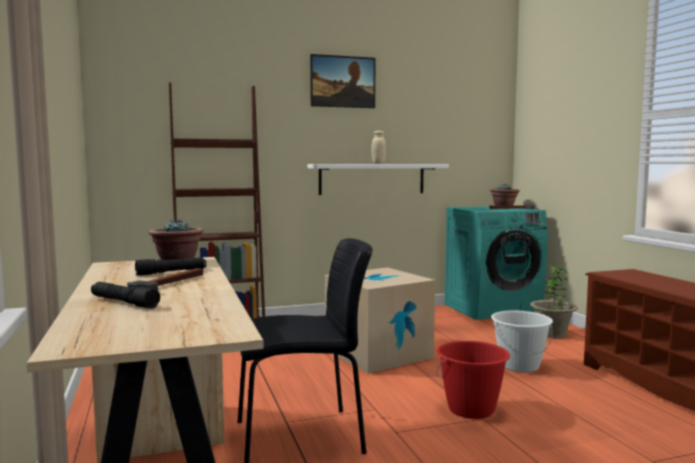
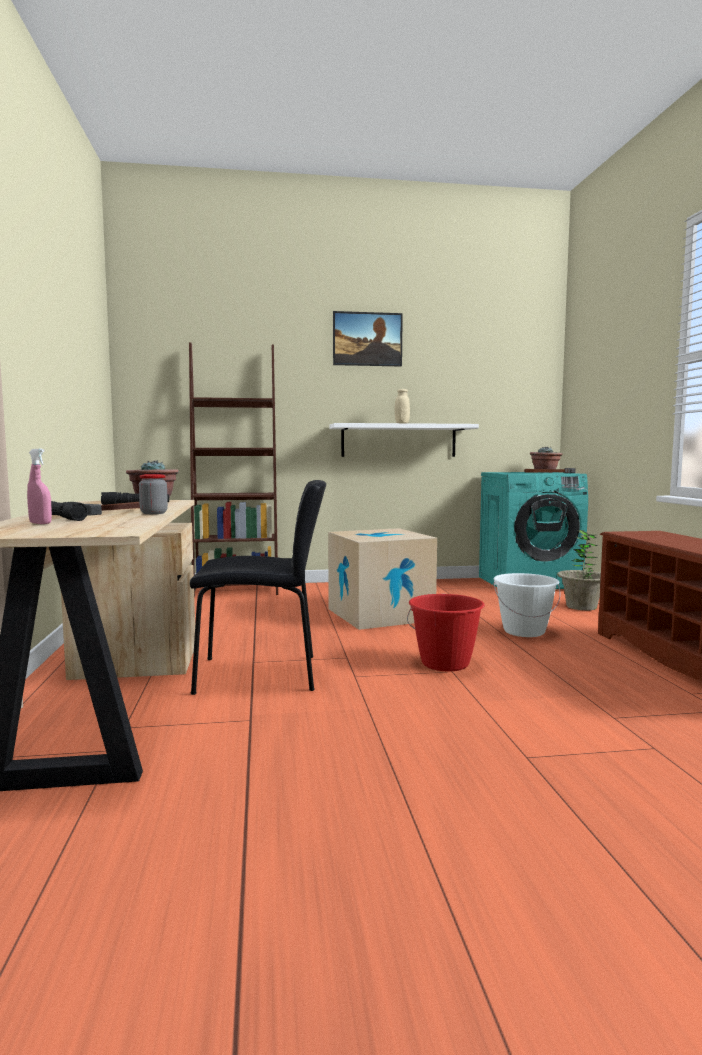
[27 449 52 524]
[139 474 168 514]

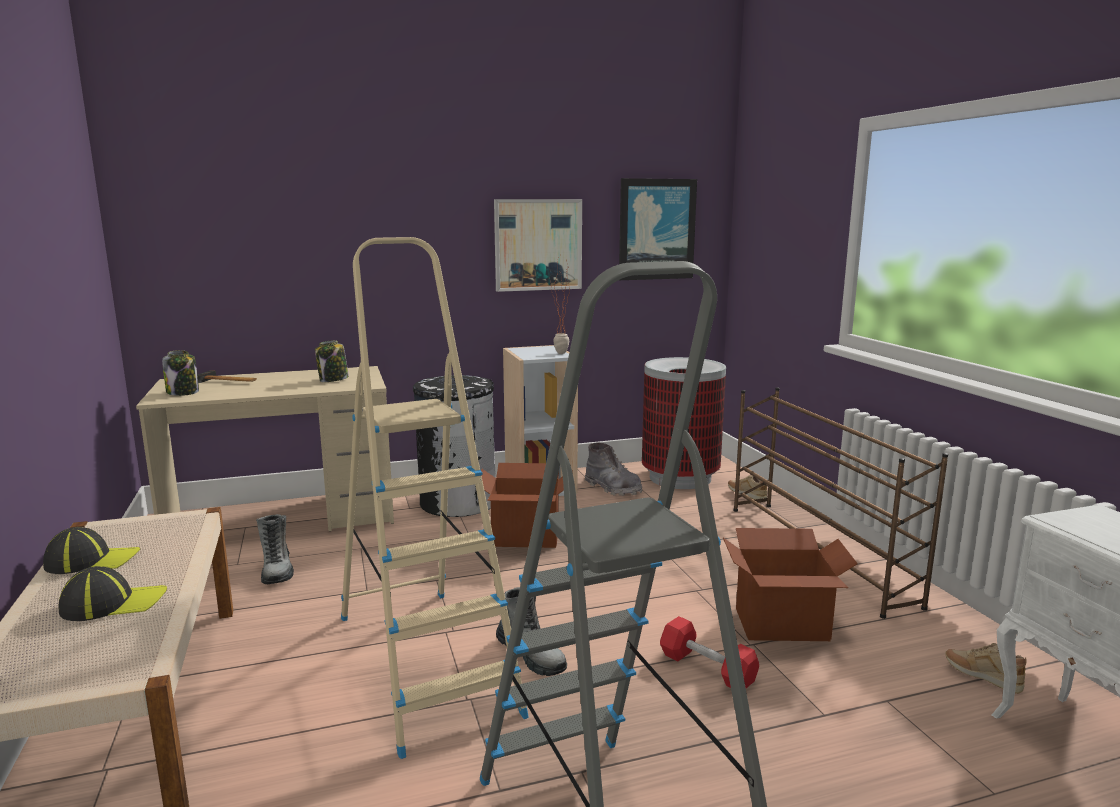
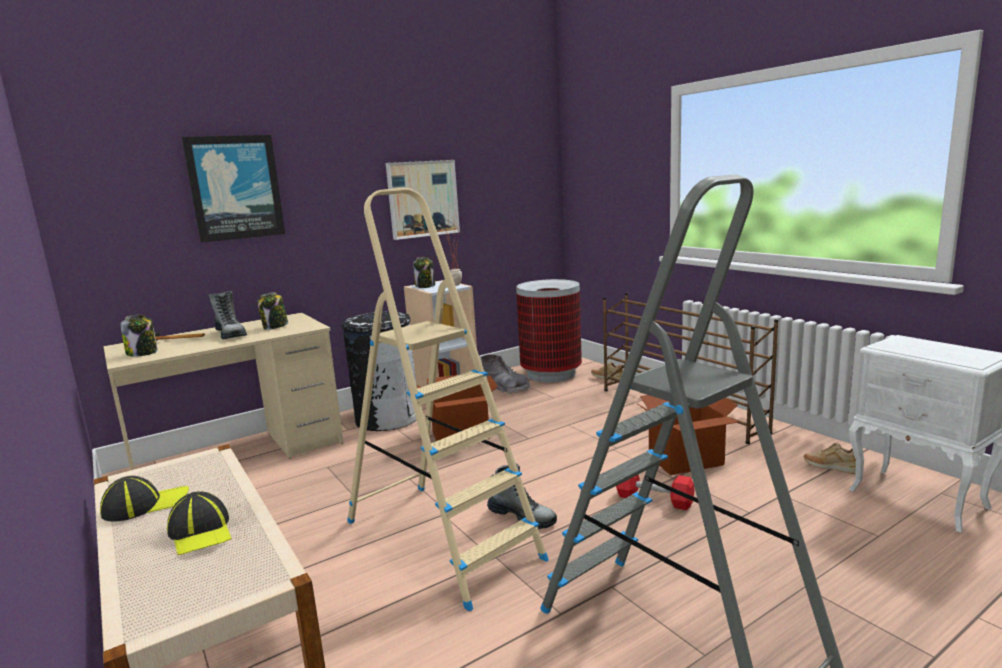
[182 135 285 243]
[208 291 247 340]
[167 491 232 555]
[413 257 435 288]

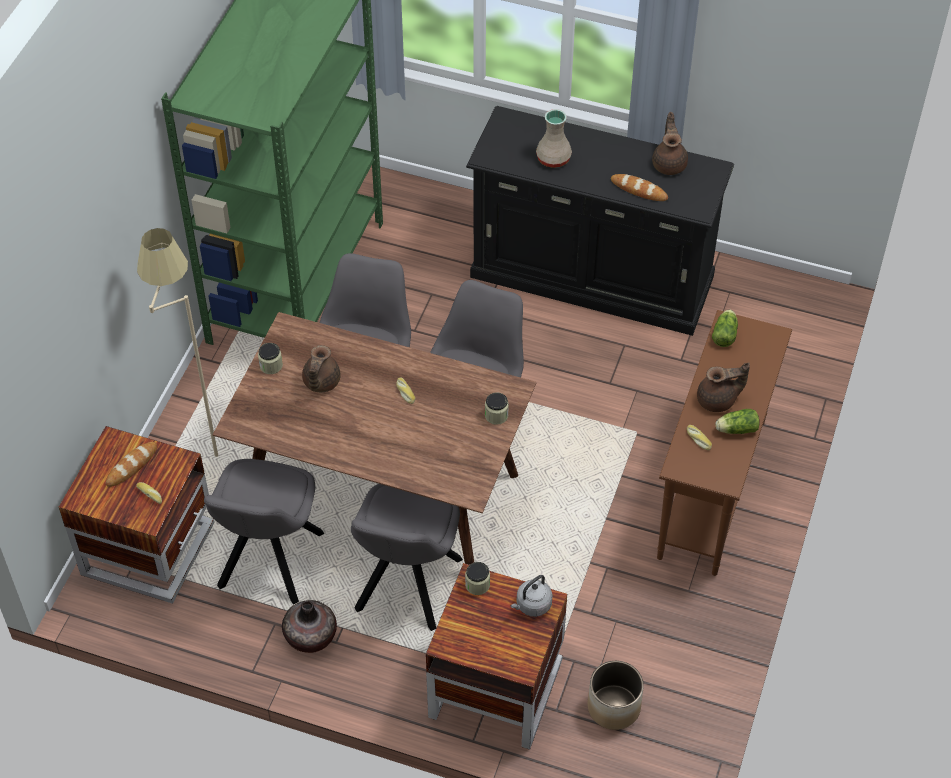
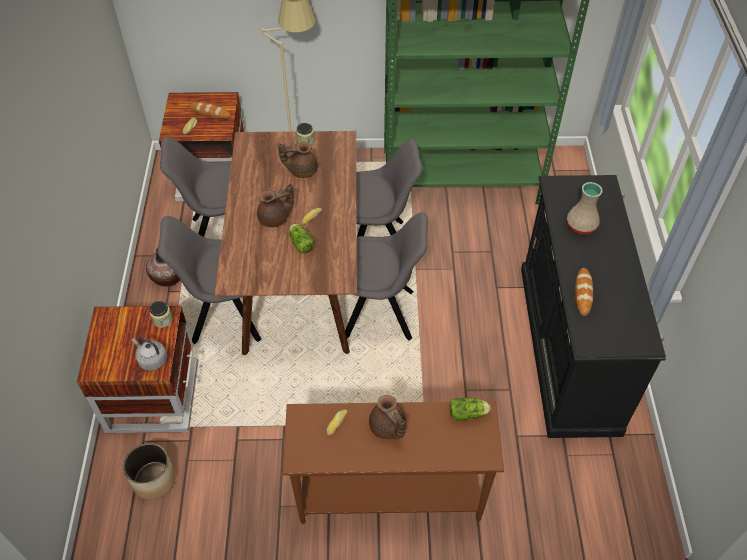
[257 183 294 227]
[485 392 509 425] (first image)
[289 224 314 254]

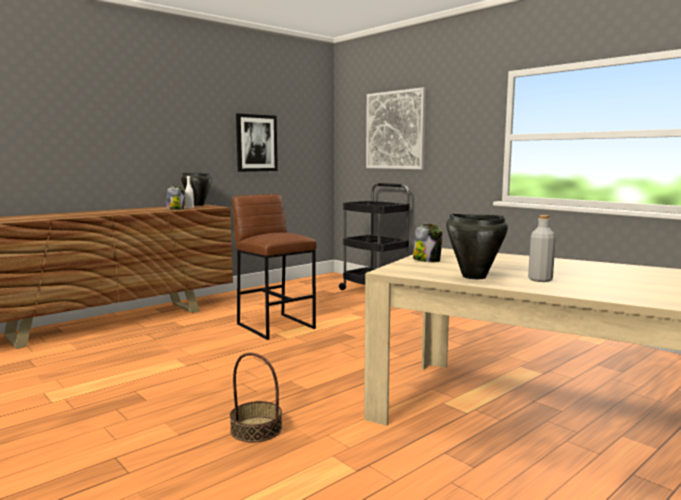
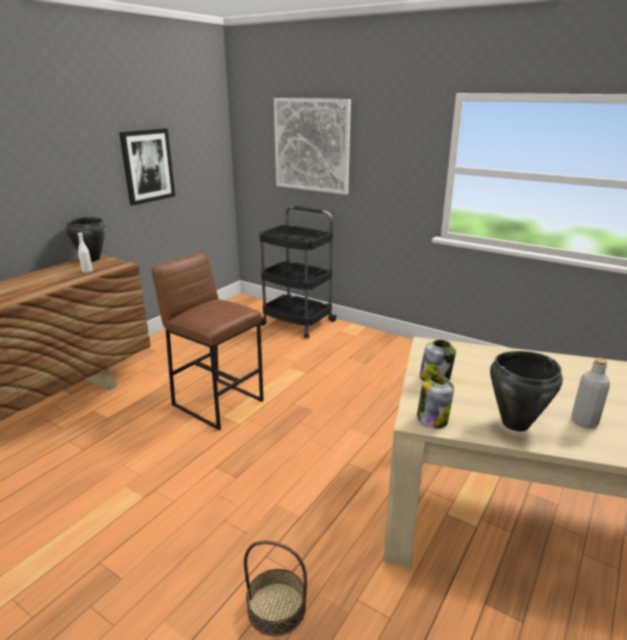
[417 374 454 428]

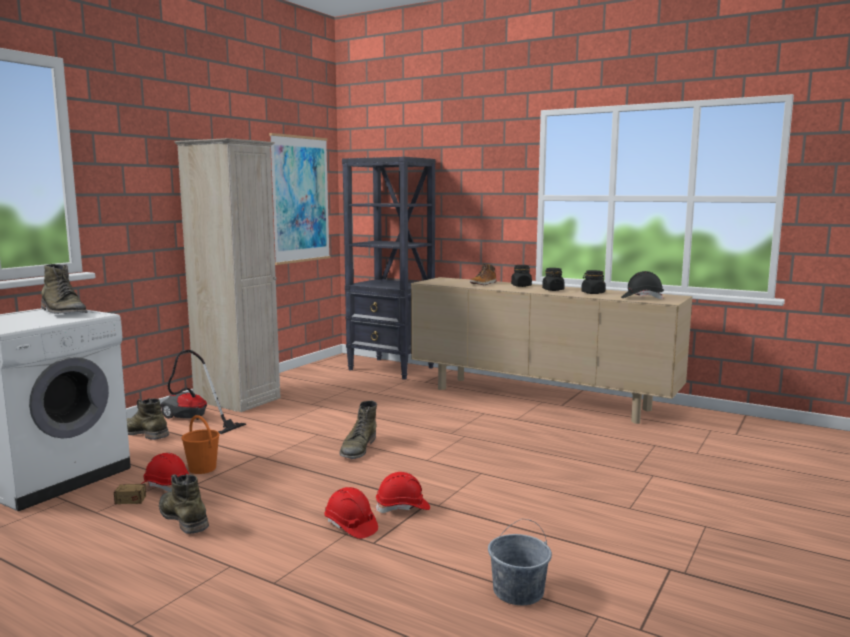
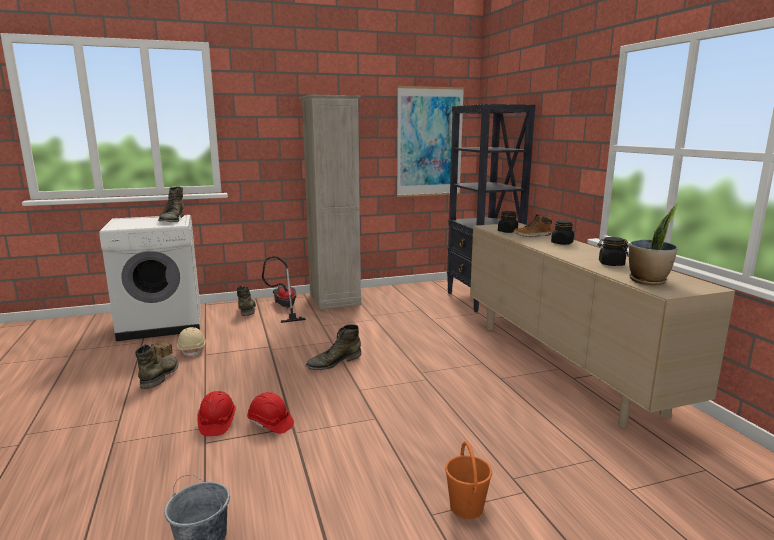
[498 211 518 233]
[629 203 679 285]
[445 441 492 519]
[177 327 206 357]

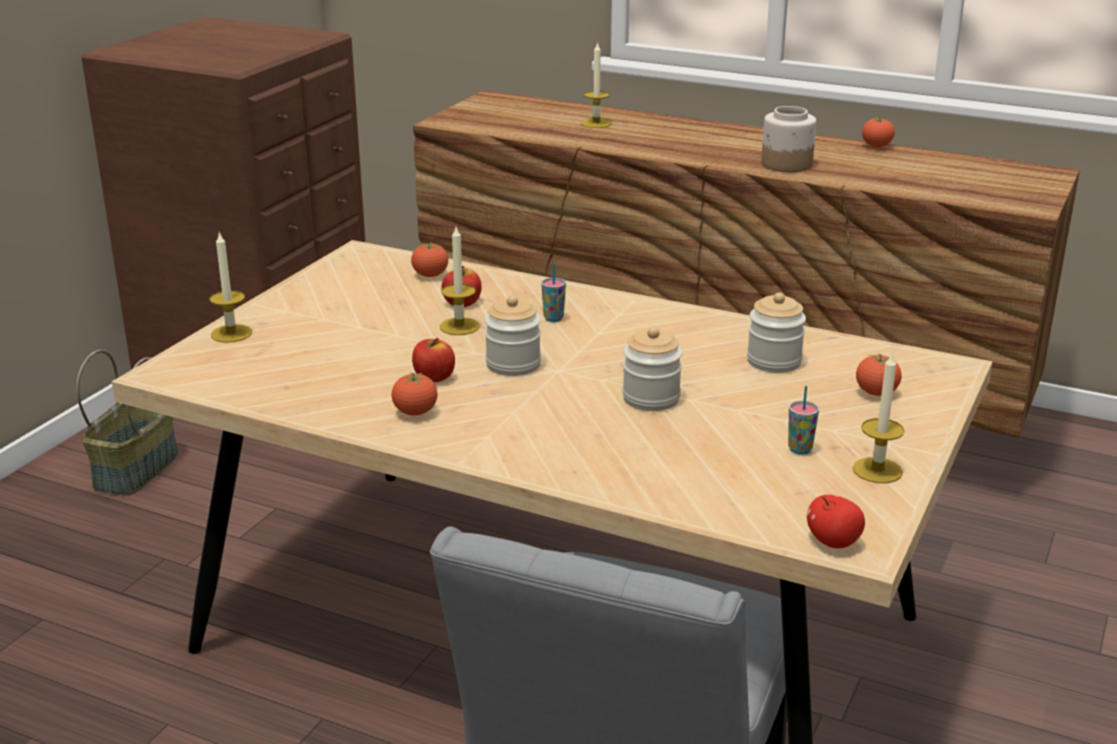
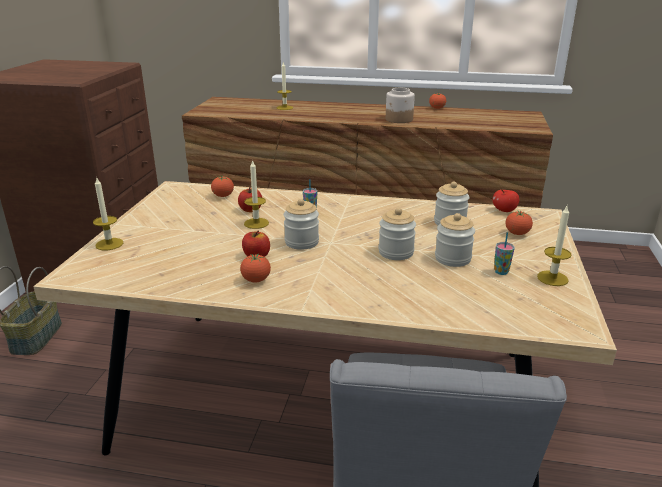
[493 189 519 212]
[435 213 475 267]

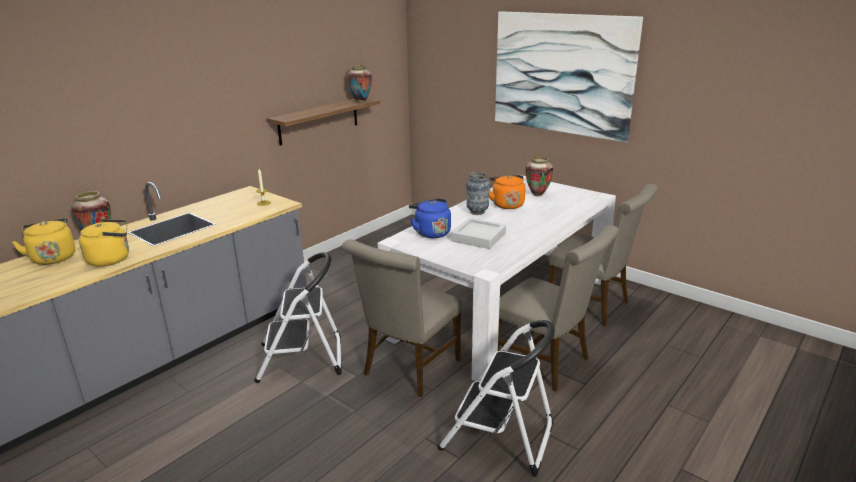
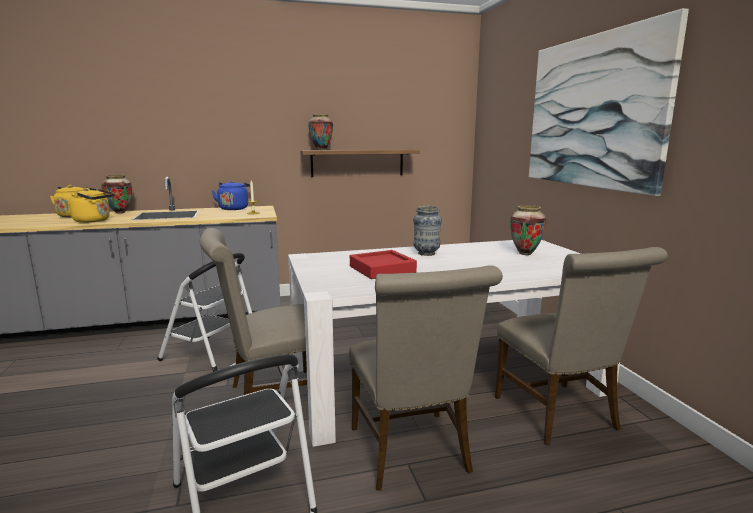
[308 114 333 150]
[489 175 525 209] (first image)
[212 181 250 210]
[350 250 417 279]

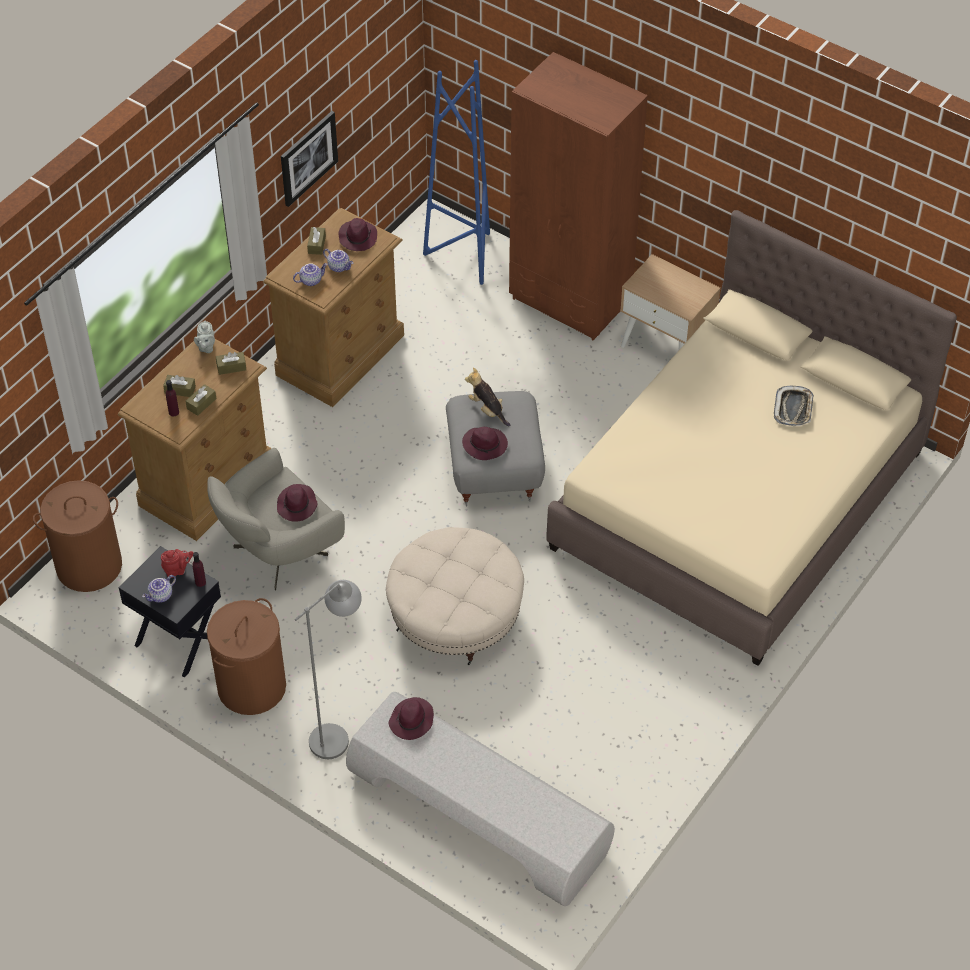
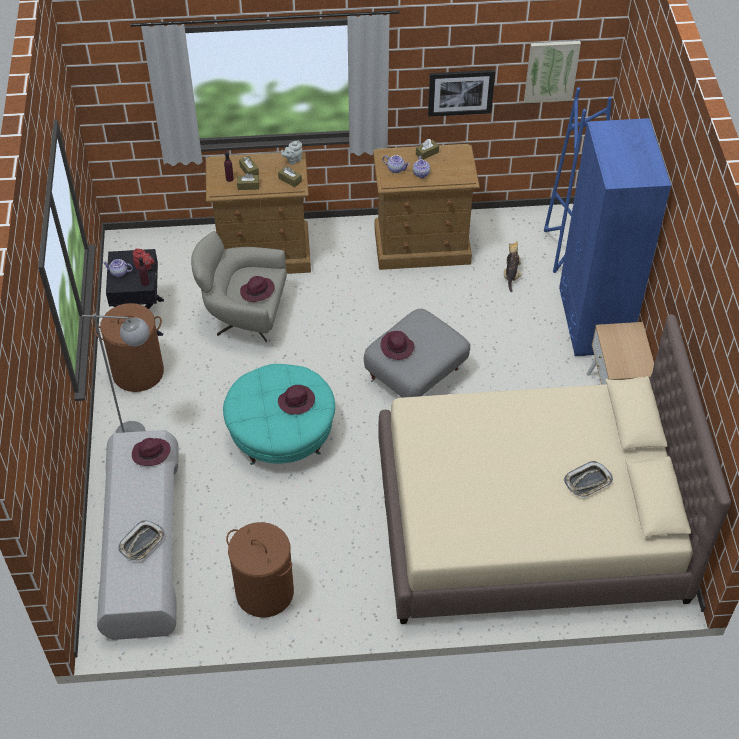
[559 118 671 356]
[278 385 315 415]
[504 241 523 292]
[226 522 294 618]
[223 364 335 465]
[524 41 581 103]
[118 520 165 561]

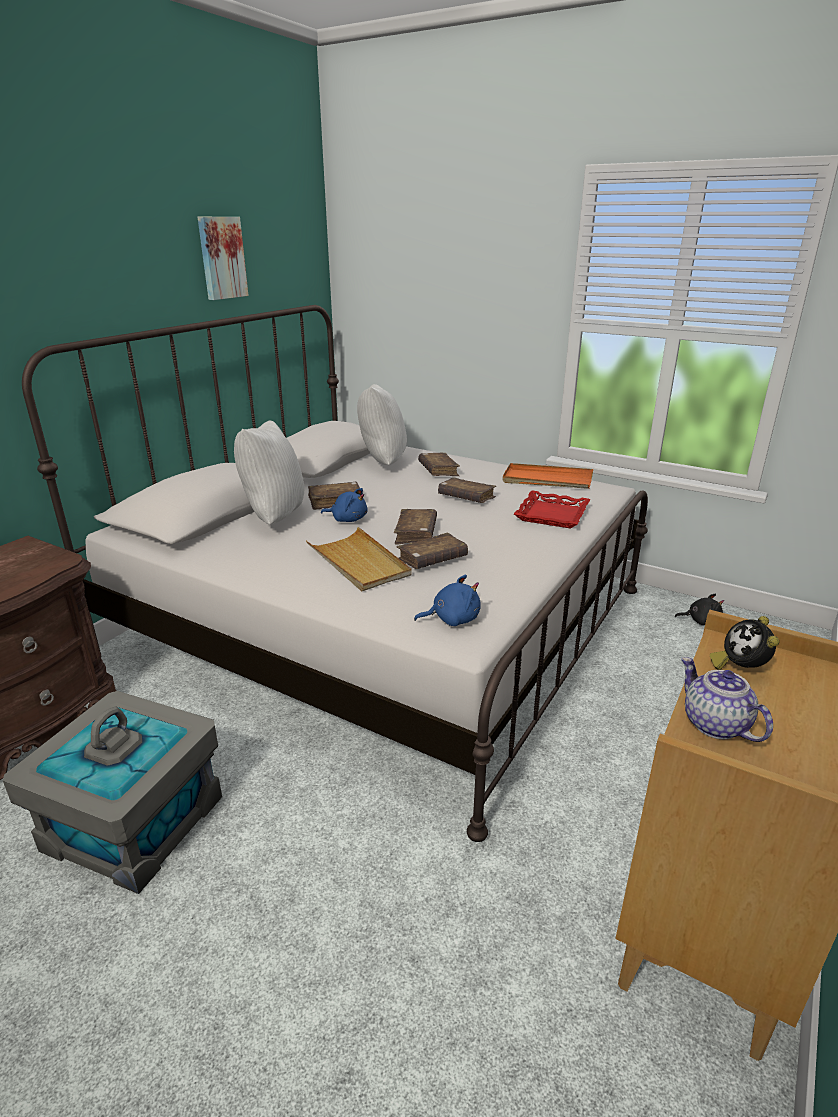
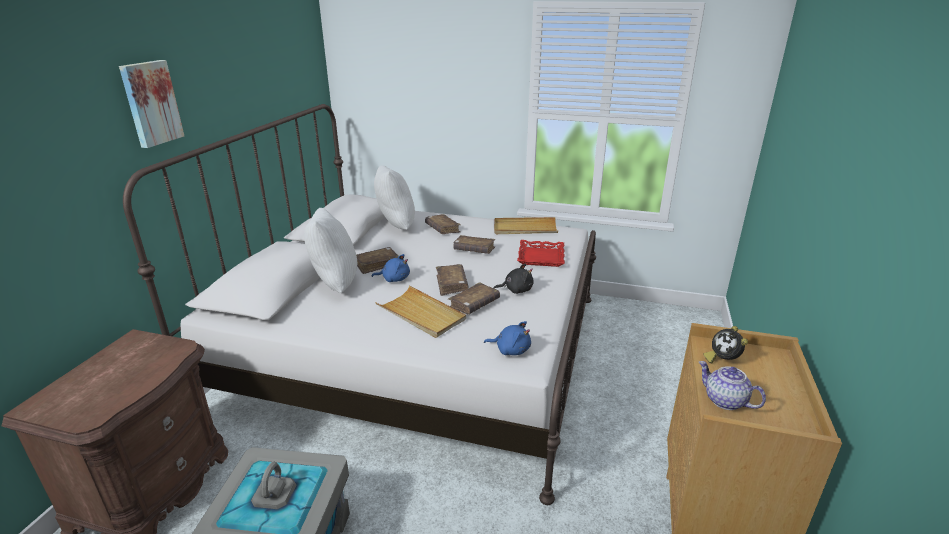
[119 60 184 148]
[494 217 558 234]
[484 321 531 355]
[494 264 534 294]

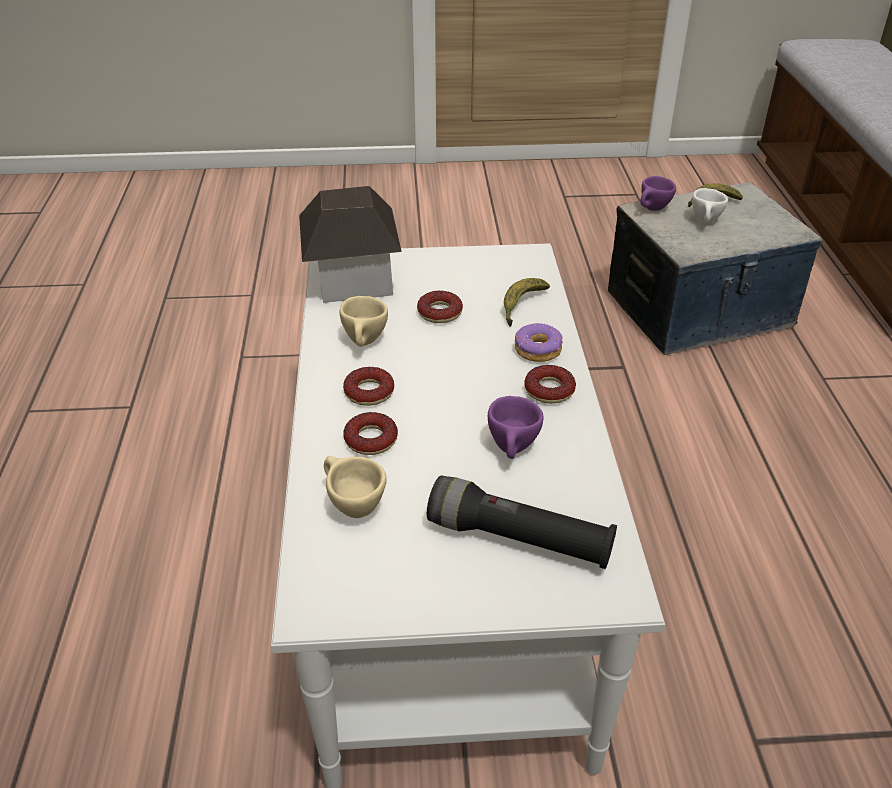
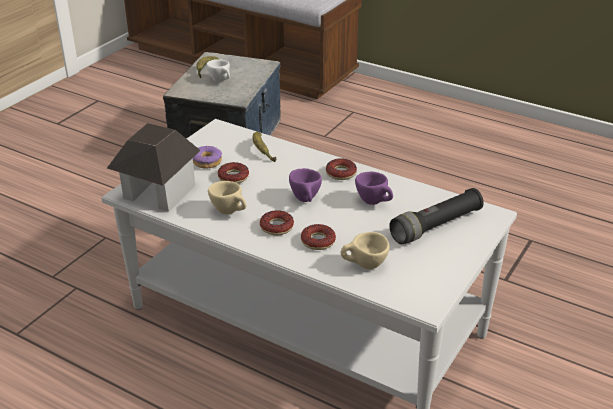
[289 168 322 202]
[193 146 222 169]

